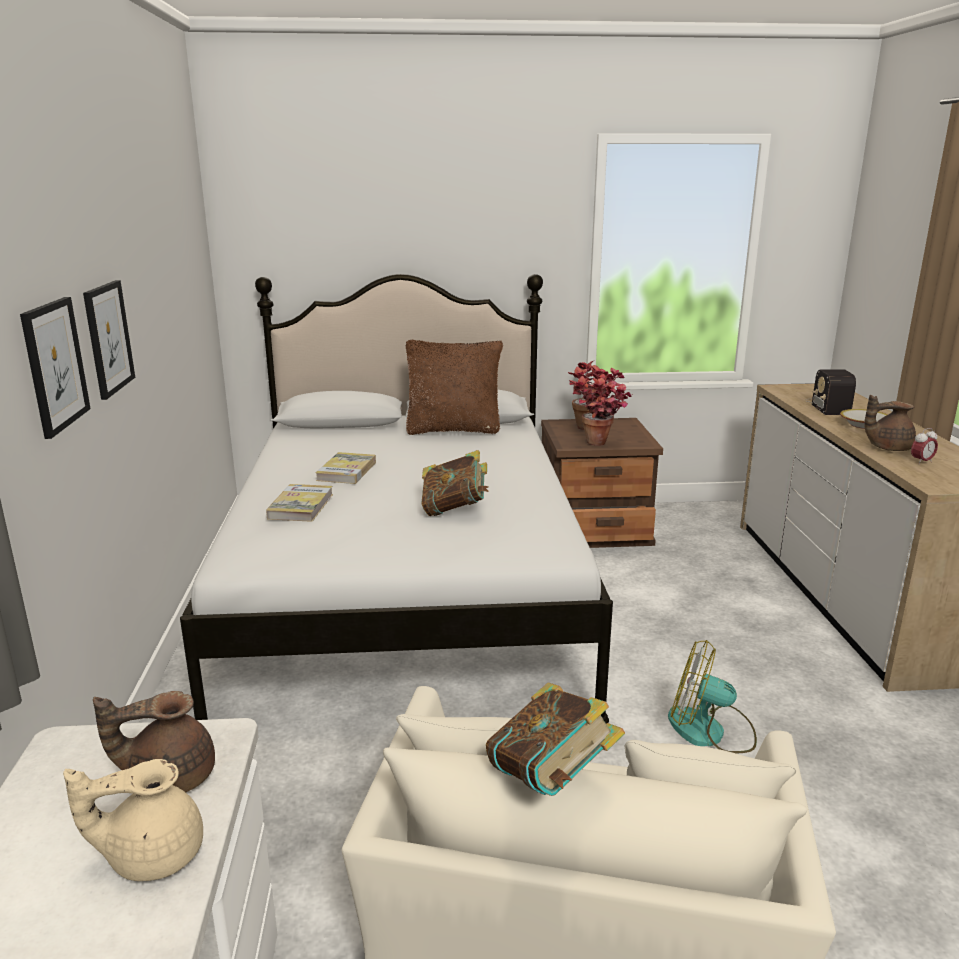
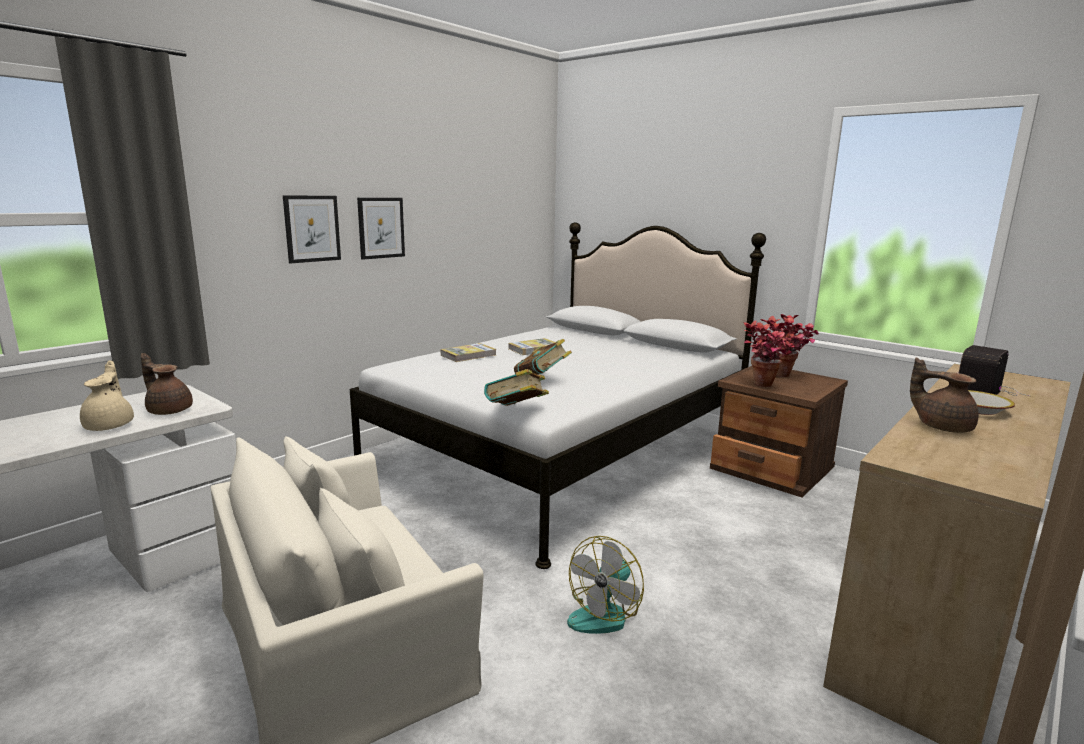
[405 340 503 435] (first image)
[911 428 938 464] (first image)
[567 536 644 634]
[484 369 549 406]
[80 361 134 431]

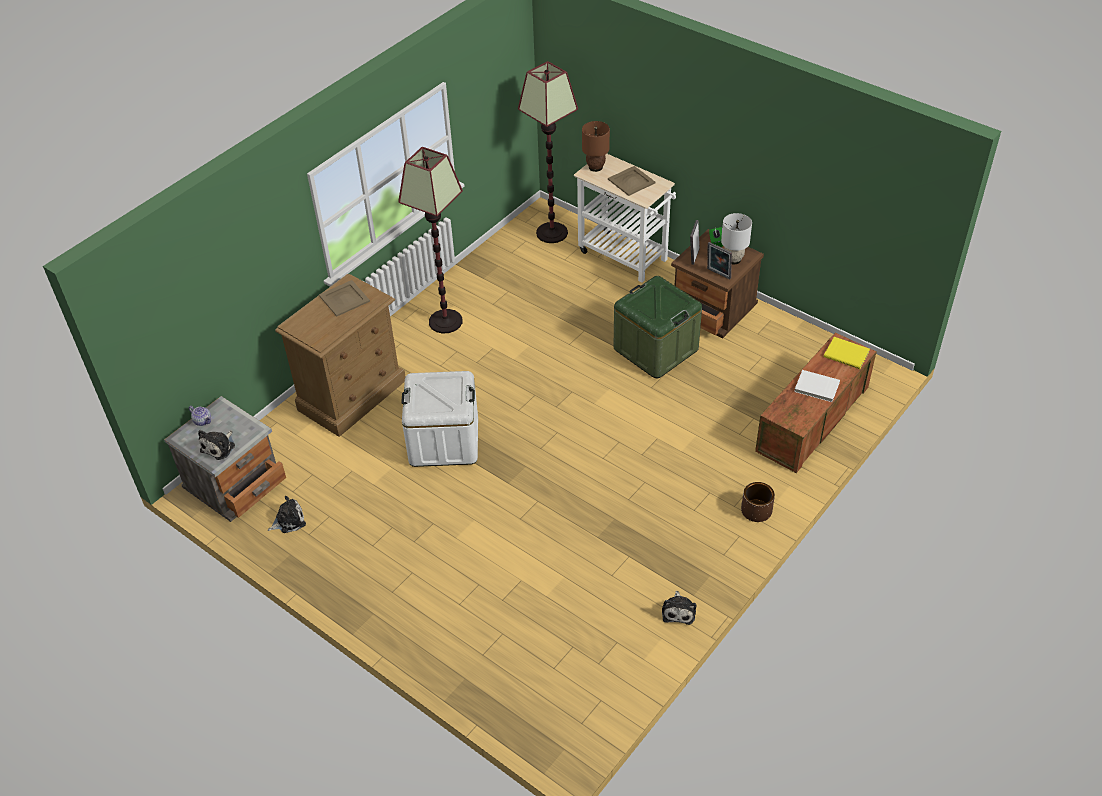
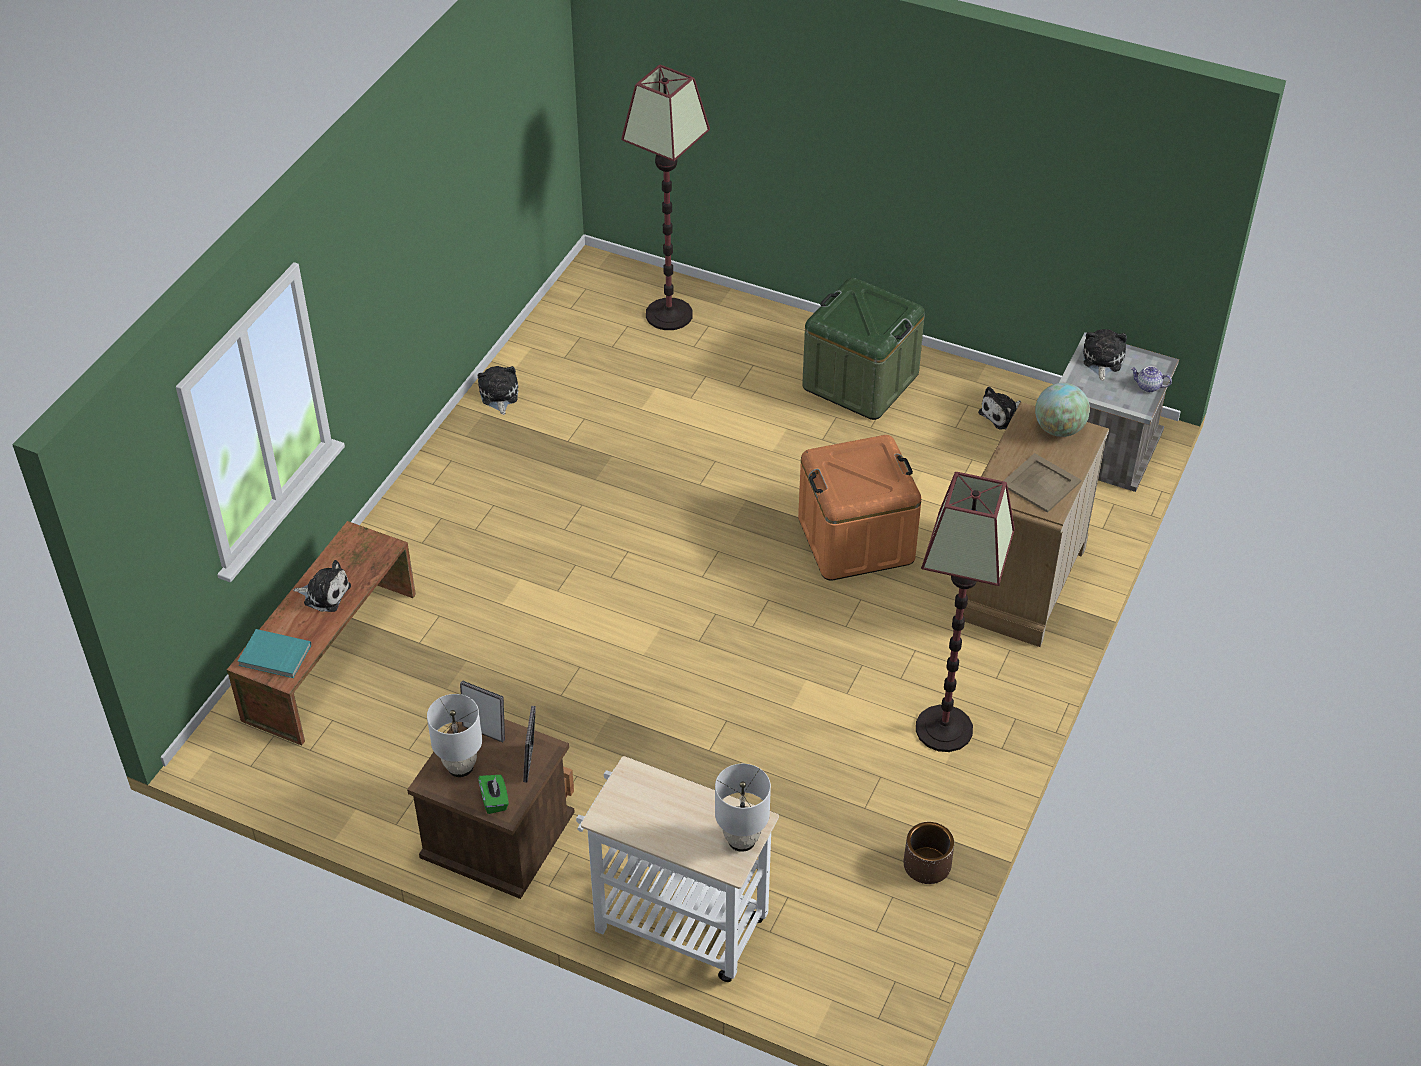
[621 65 710 330]
[715 764 771 852]
[608 166 655 196] (first image)
[802 278 925 420]
[238 629 311 678]
[293 560 351 612]
[798 435 922 581]
[904 822 954 884]
[1035 383 1090 437]

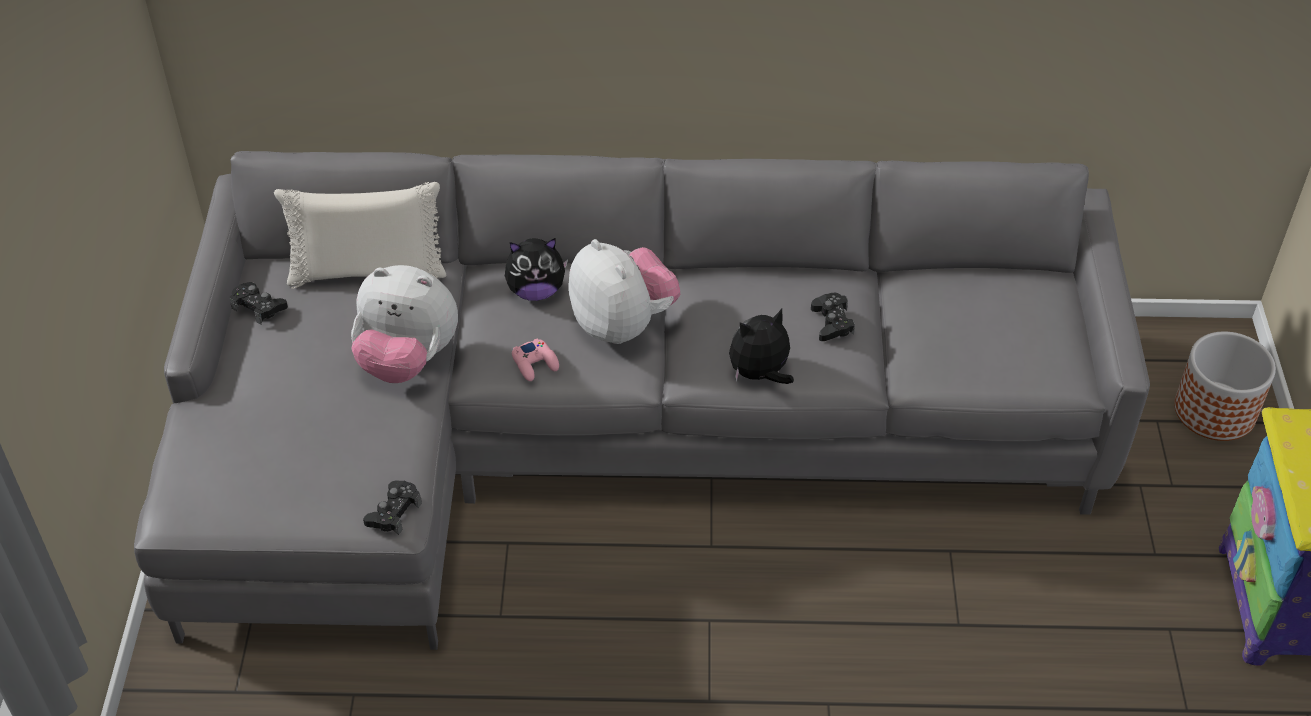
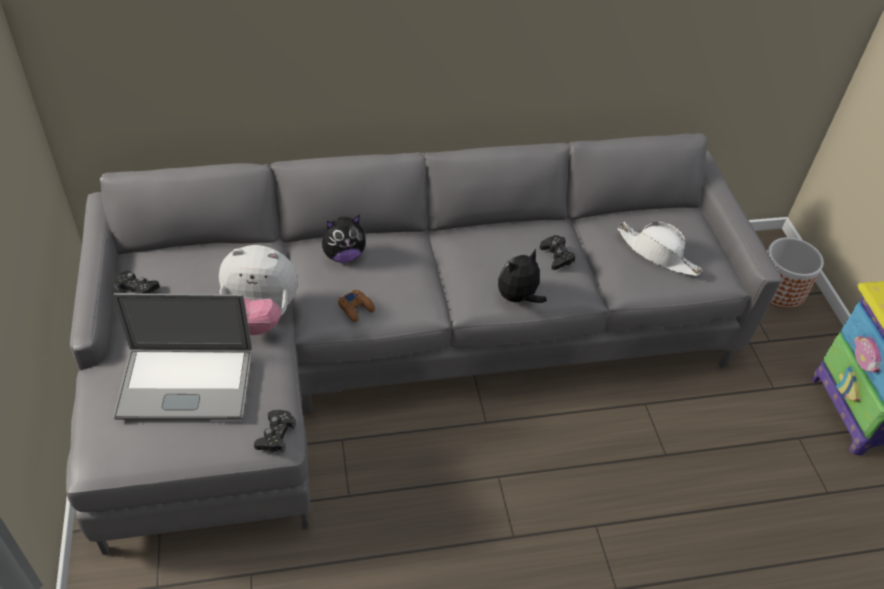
[274 182 446 289] (first image)
[568 239 680 344] (first image)
[338 290 375 322]
[617 221 702 276]
[113 293 252 420]

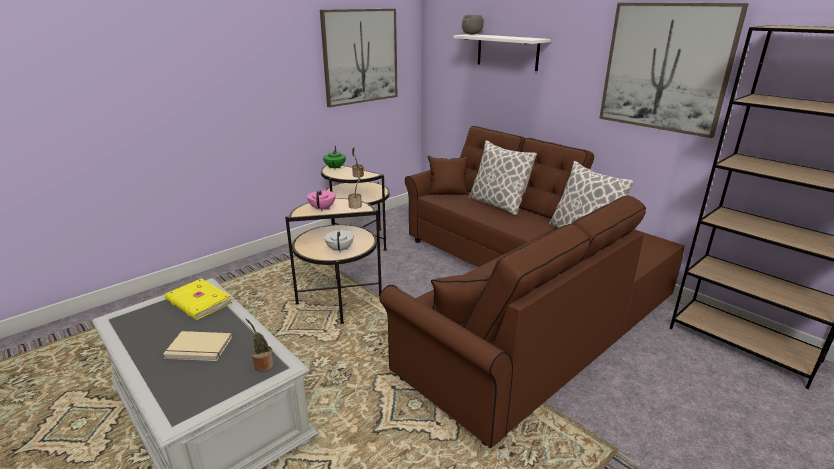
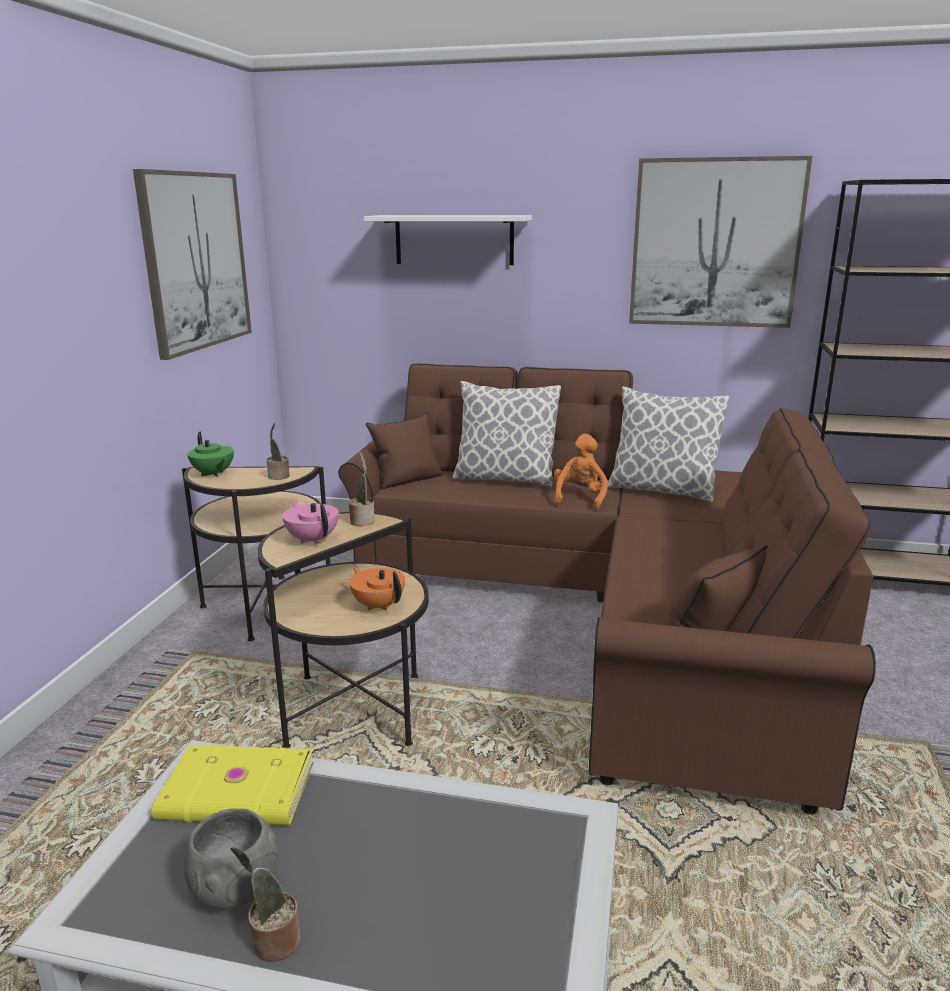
[184 809 279 909]
[349 566 405 611]
[231 847 300 962]
[163 331 232 361] (first image)
[554 434 608 510]

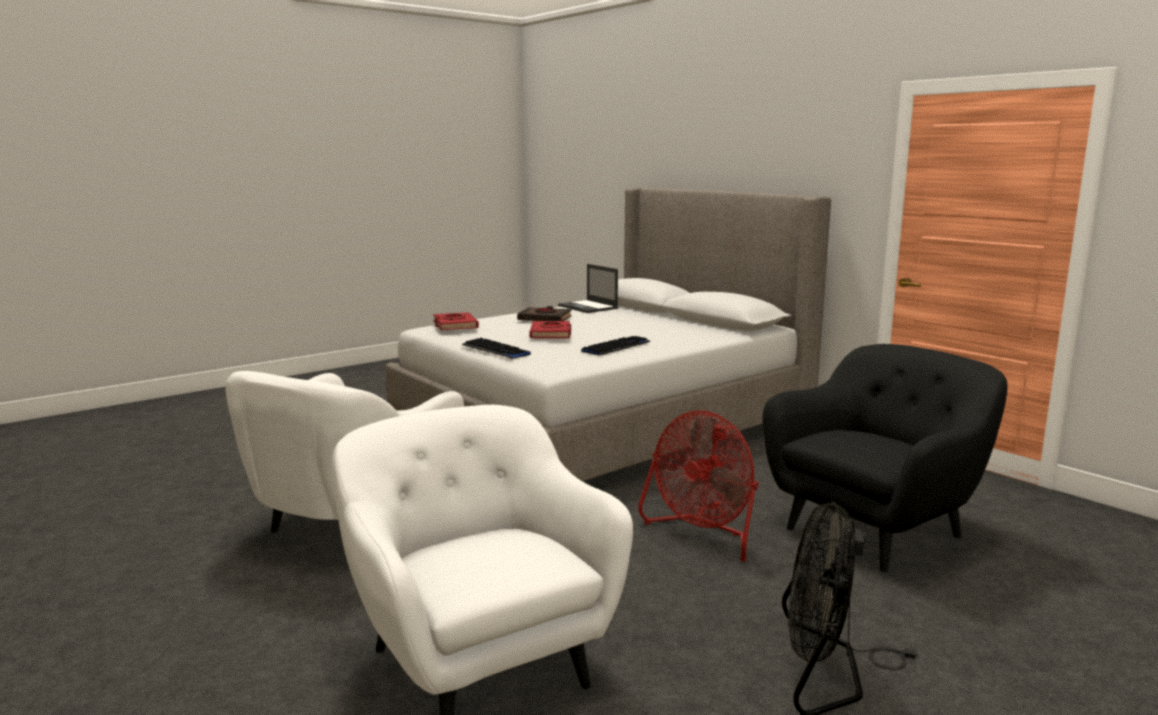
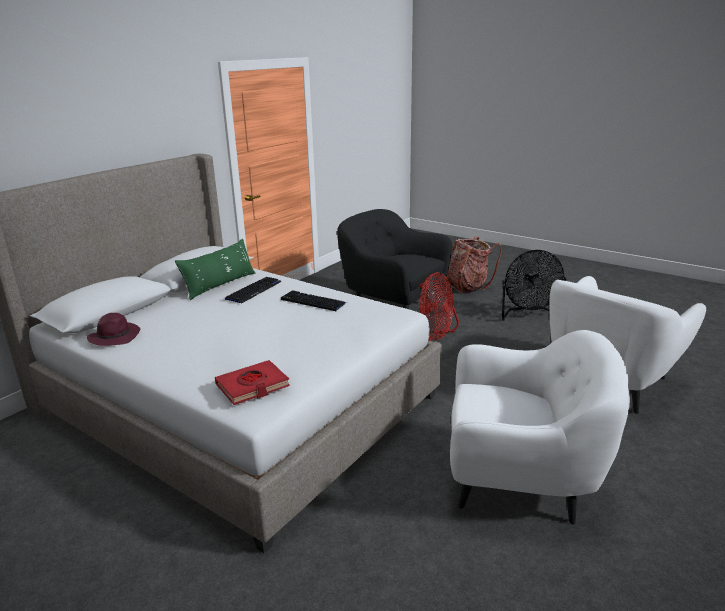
[87 313 140 346]
[517 306 572 321] (first image)
[530 321 571 338] (first image)
[225 277 282 303]
[445 236 502 294]
[175 239 256 300]

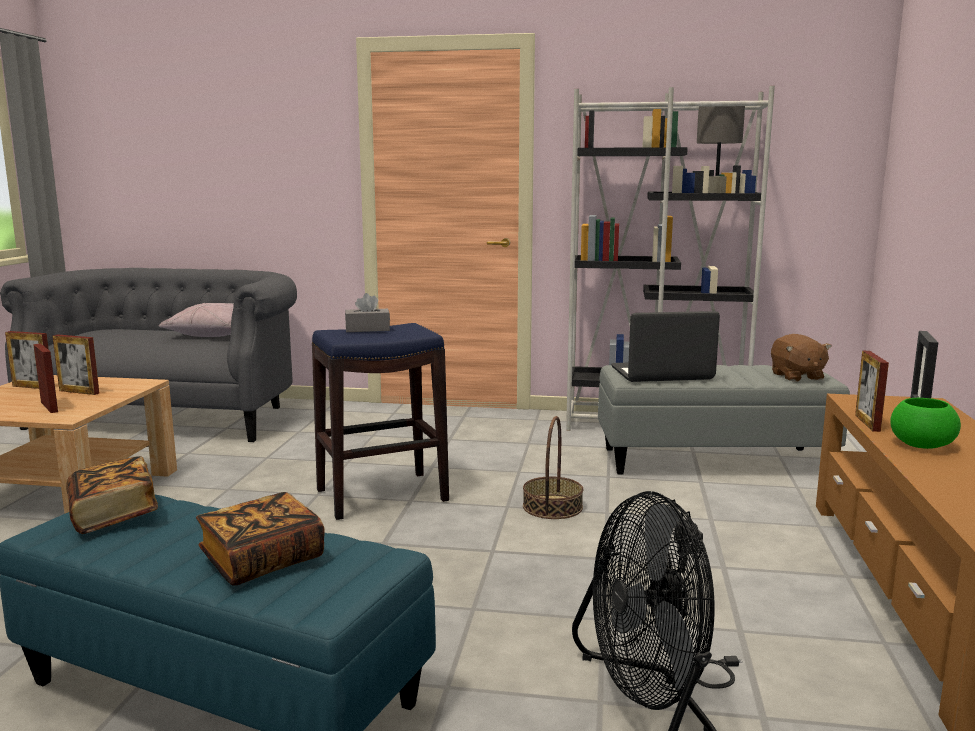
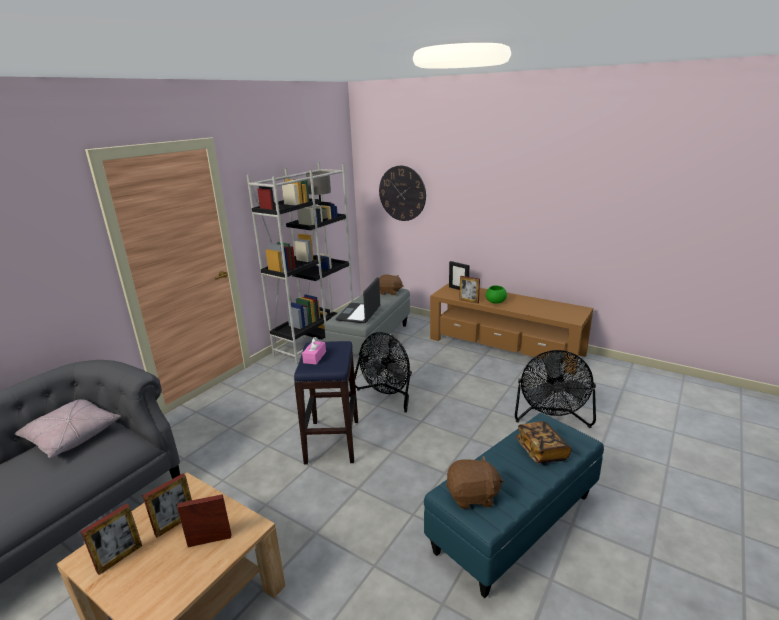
[302 337 326 365]
[355 332 412 412]
[446 455 504 509]
[379 166 426 221]

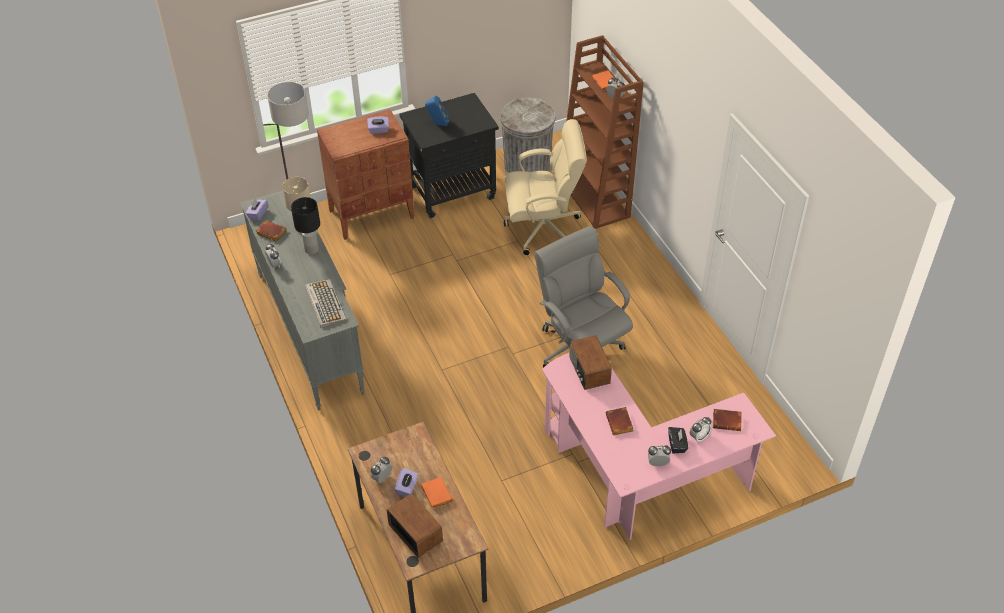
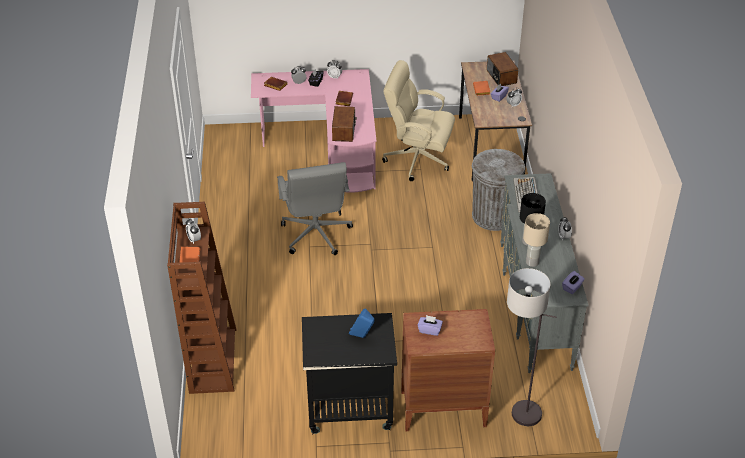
[472 149 525 231]
[382 60 455 181]
[256 221 287 242] (first image)

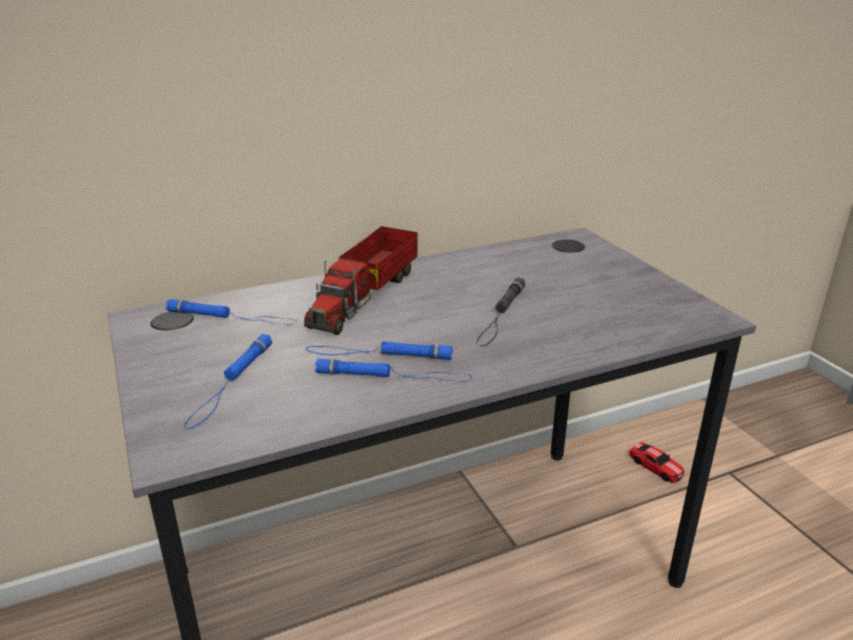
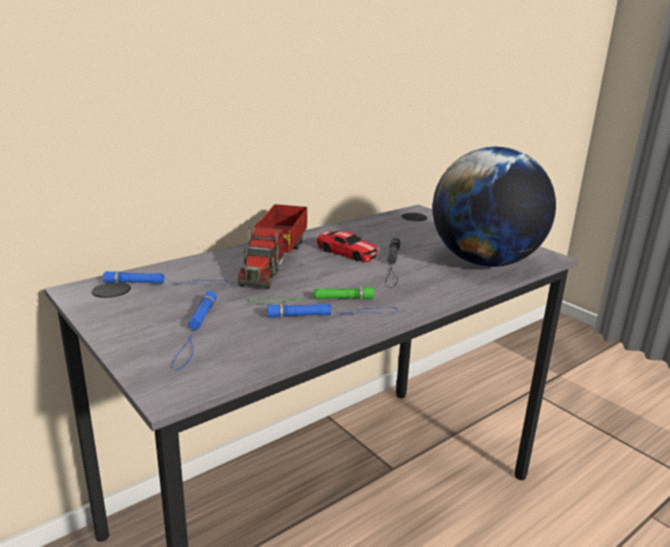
[248 287 374 304]
[317 231 378 262]
[432 147 556 267]

